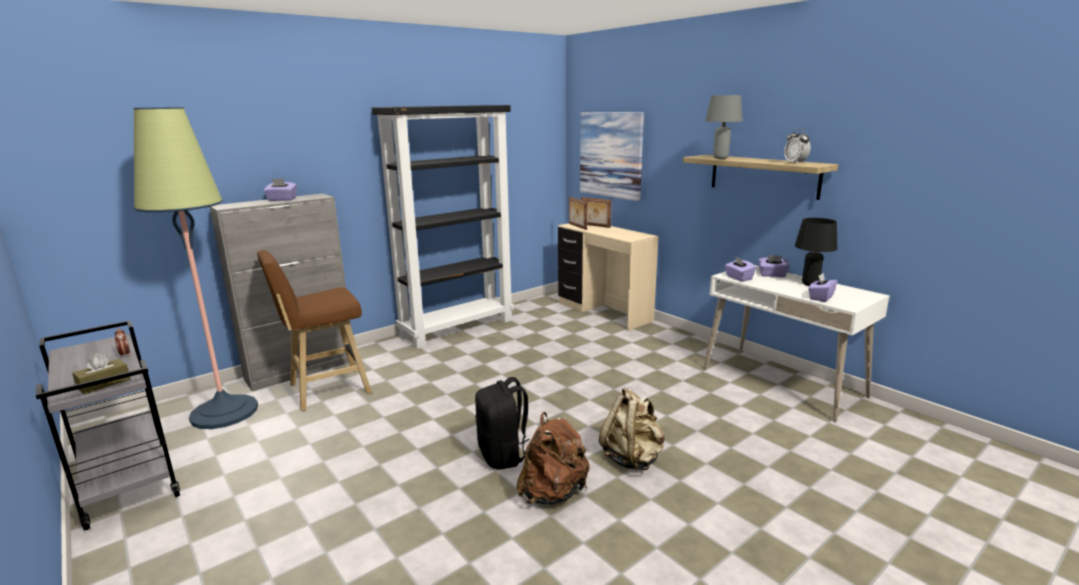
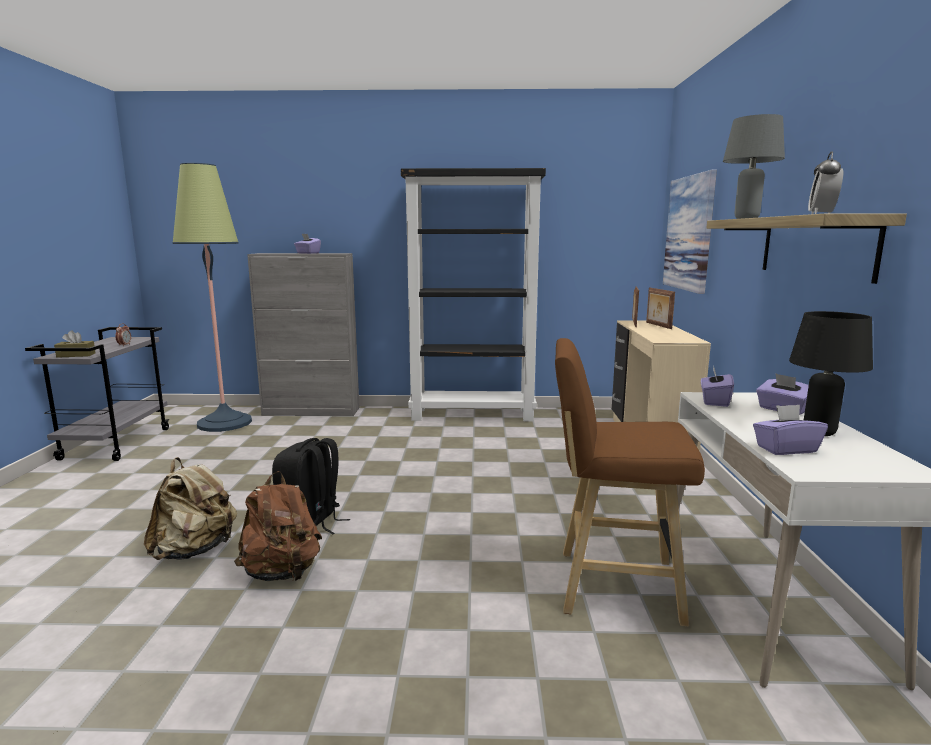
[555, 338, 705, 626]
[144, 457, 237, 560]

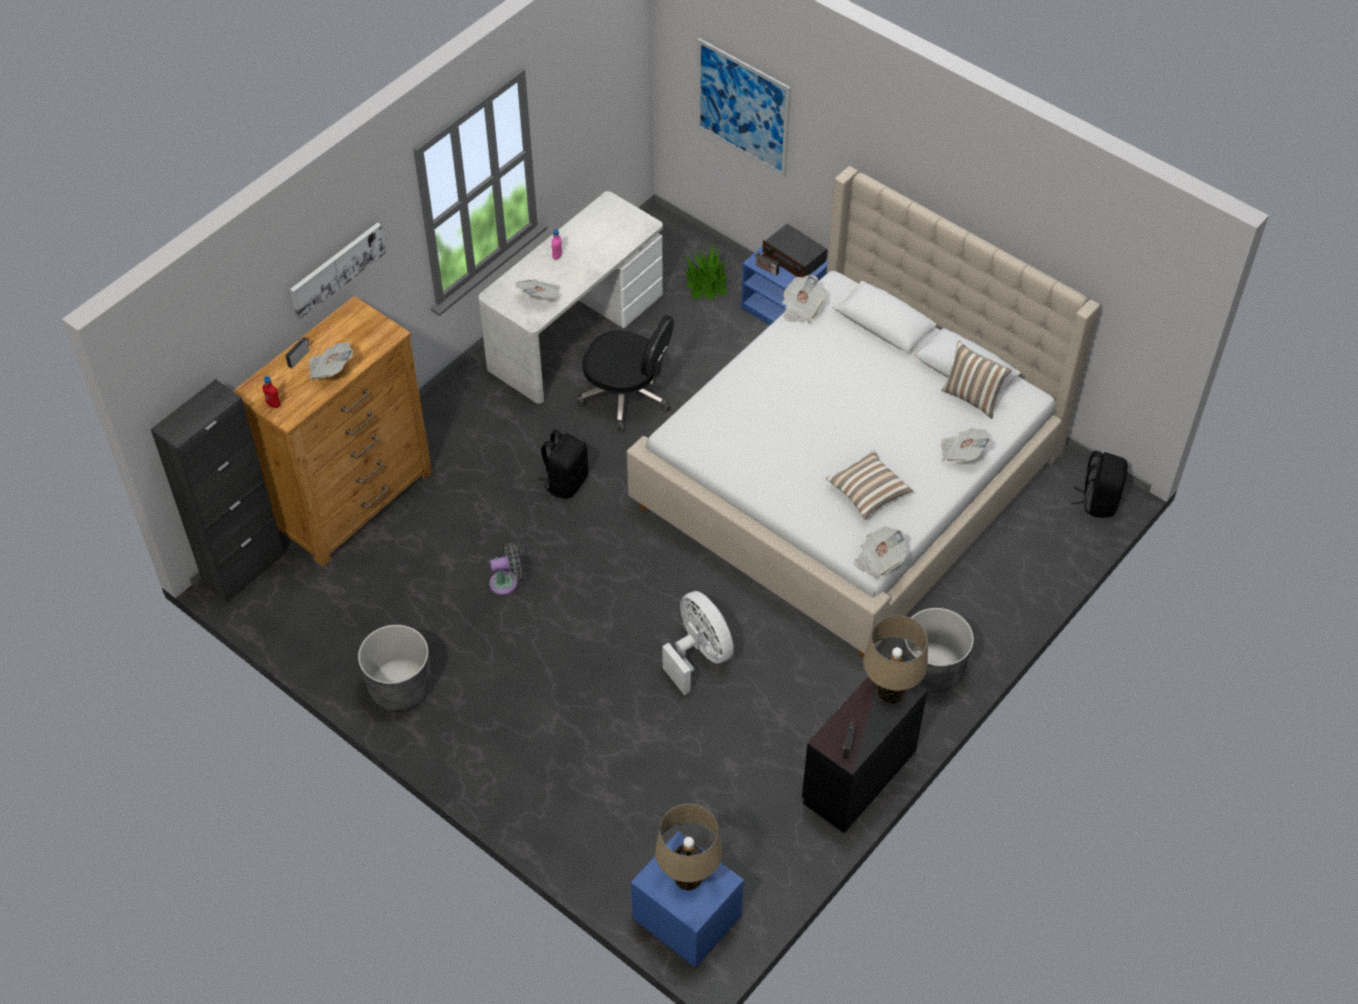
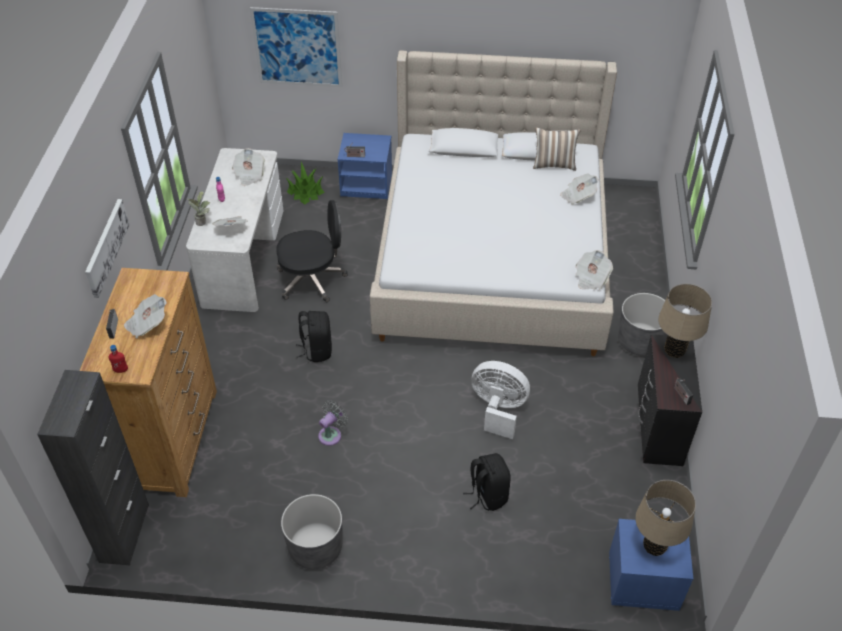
[762, 224, 827, 277] (first image)
[232, 148, 265, 186]
[826, 450, 914, 519] (first image)
[463, 453, 511, 511]
[188, 191, 210, 226]

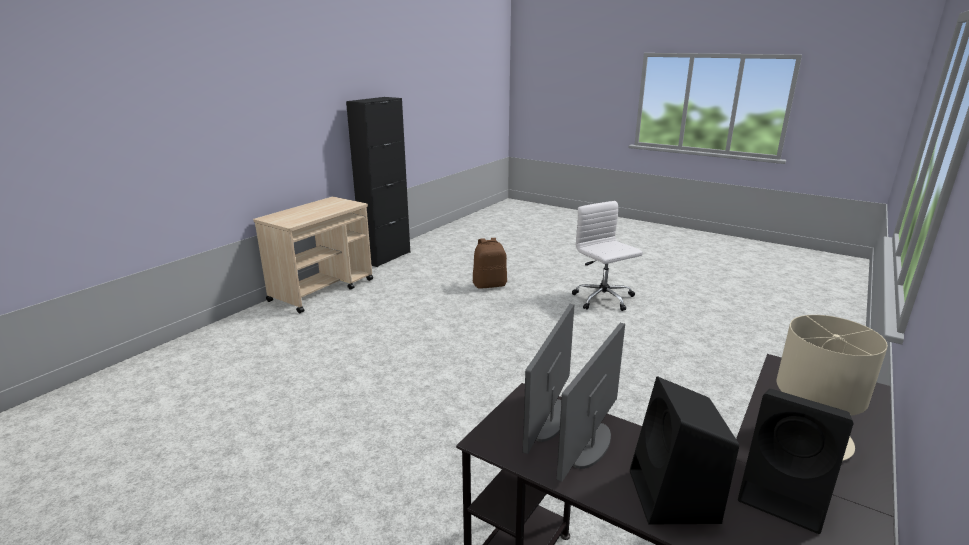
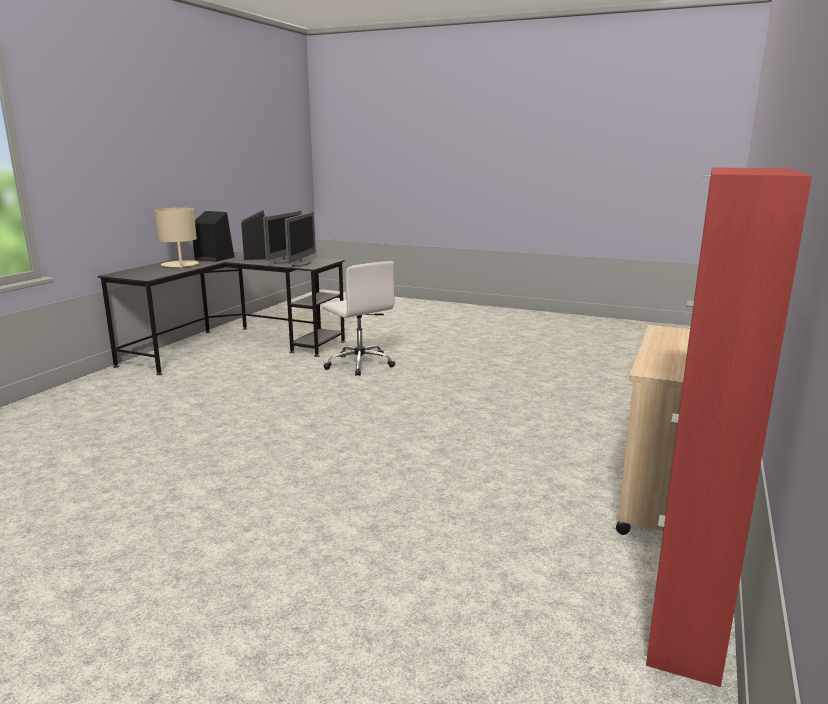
[646, 167, 812, 687]
[473, 238, 507, 289] (first image)
[322, 261, 395, 376]

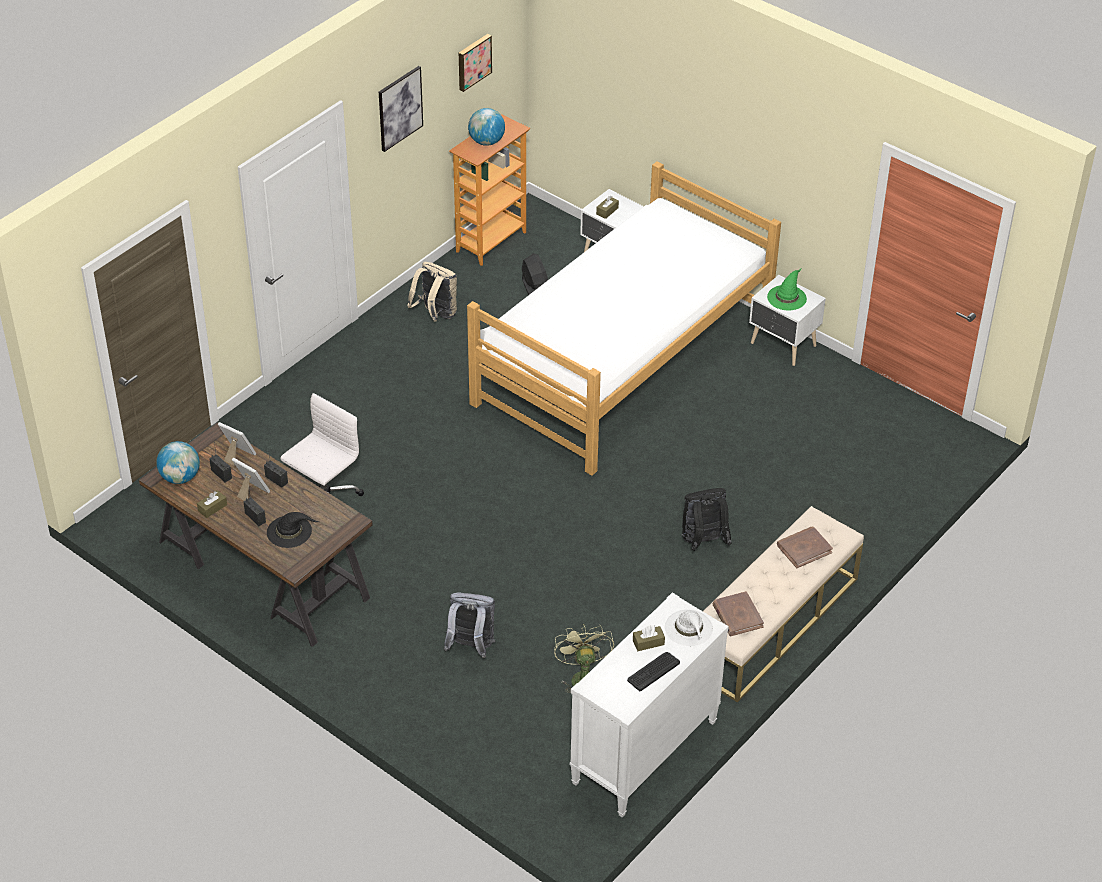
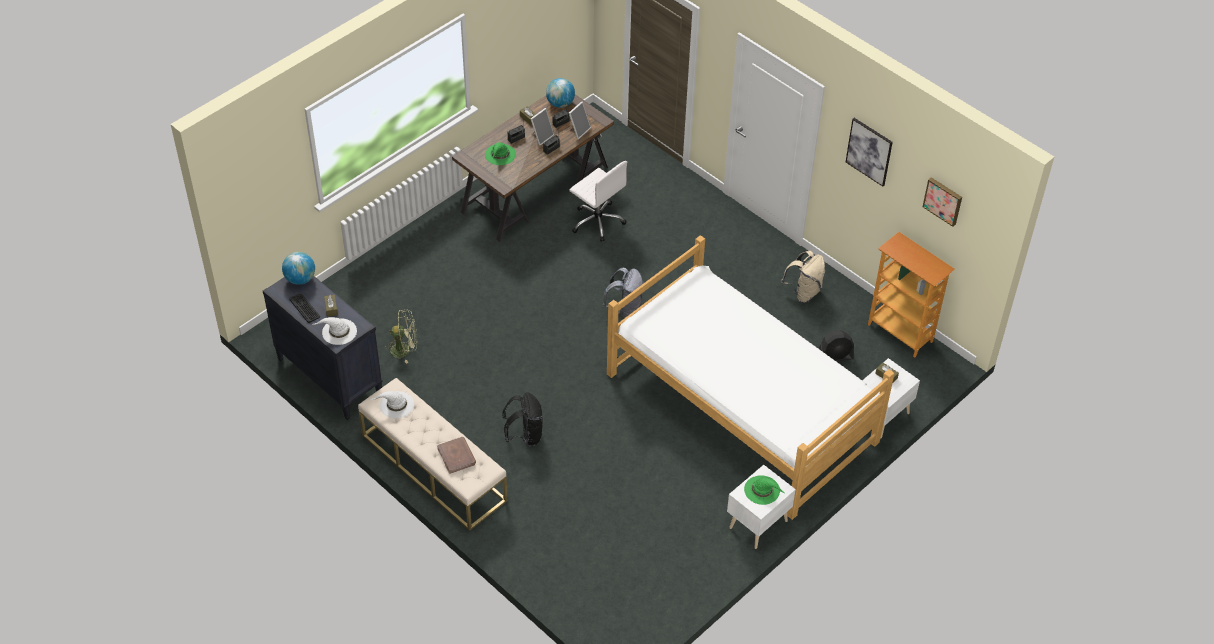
[485, 142, 516, 165]
[603, 267, 644, 319]
[282, 252, 315, 285]
[263, 276, 382, 420]
[371, 391, 414, 418]

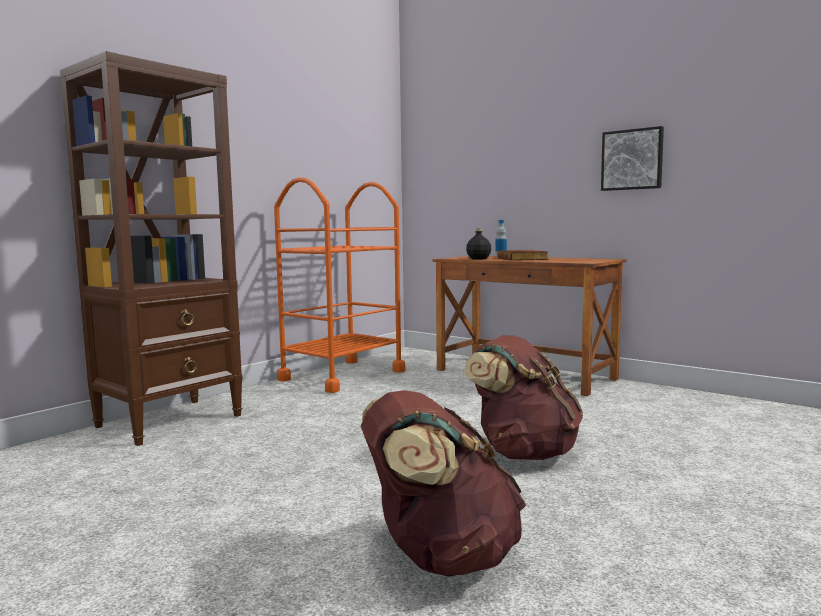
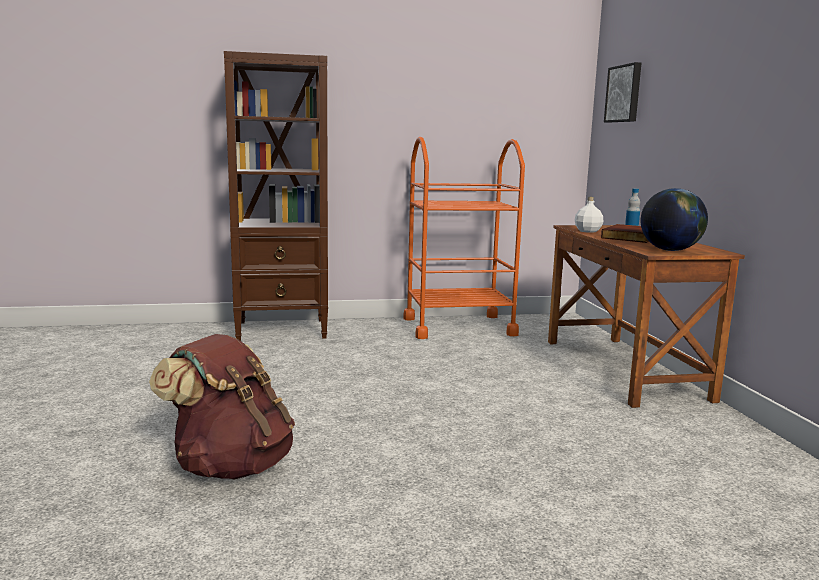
[464, 335, 583, 460] (first image)
[575, 197, 603, 233]
[604, 62, 641, 123]
[641, 188, 708, 251]

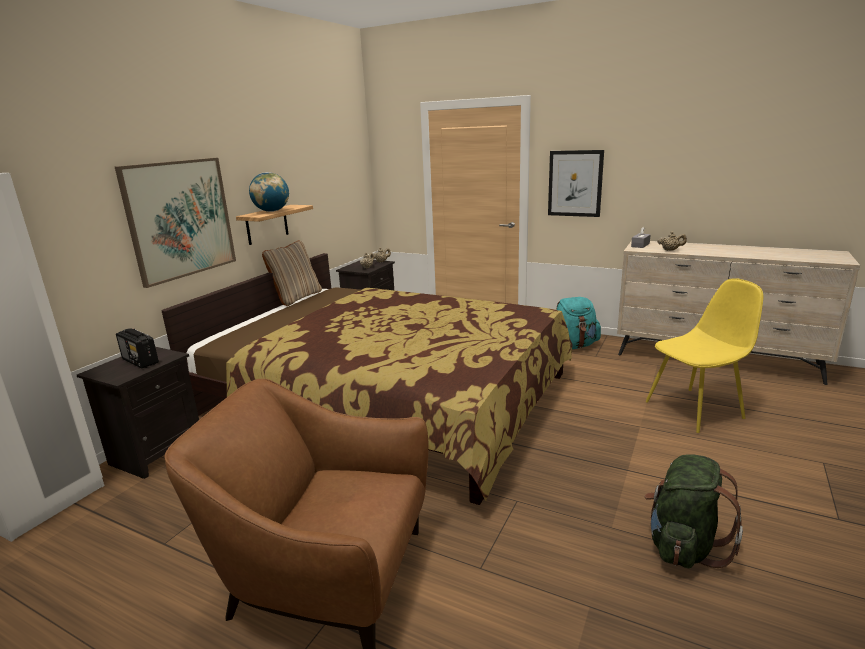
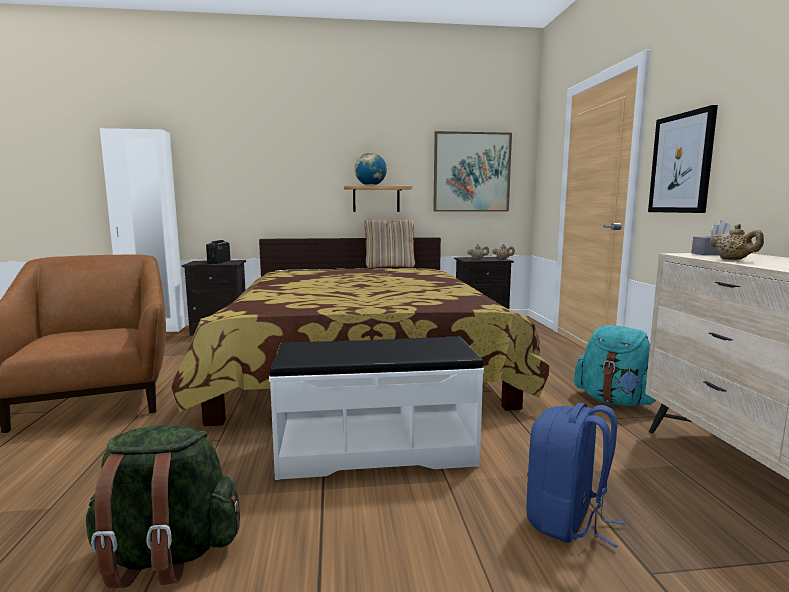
[433, 131, 512, 212]
[526, 403, 625, 548]
[269, 336, 484, 480]

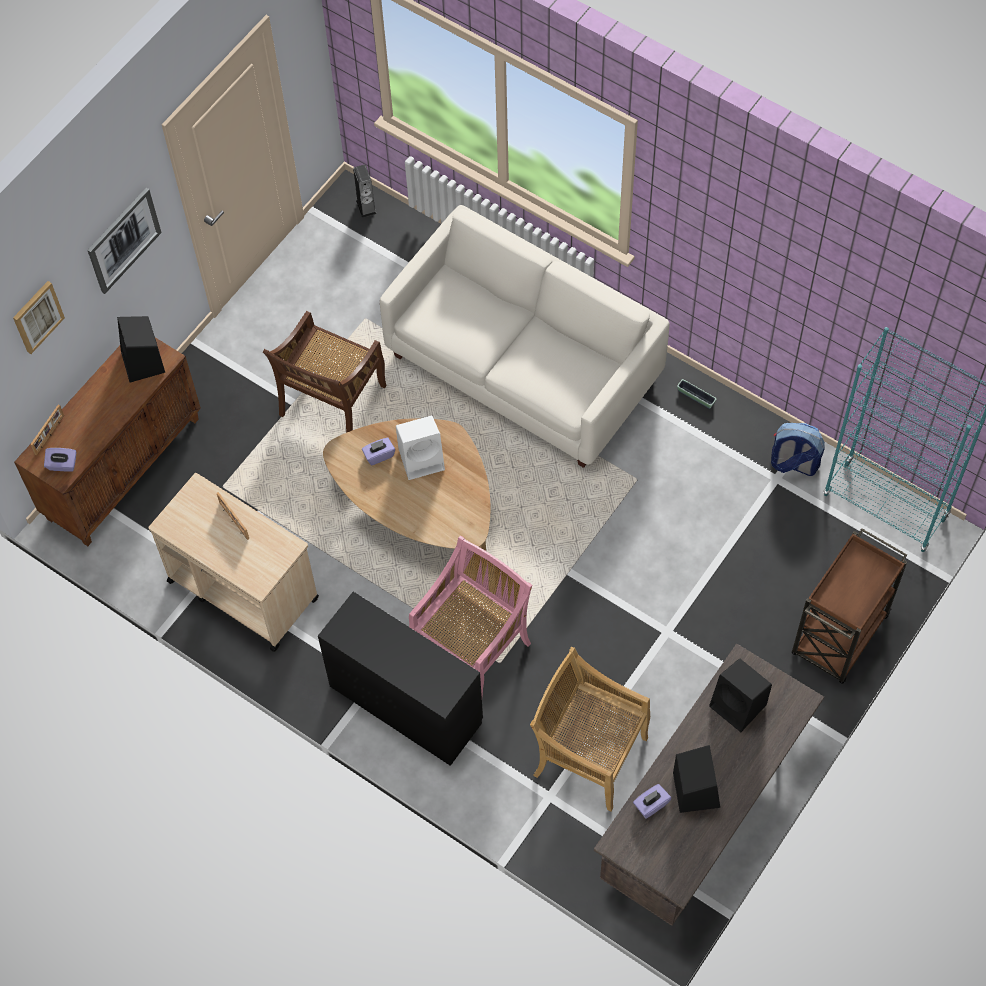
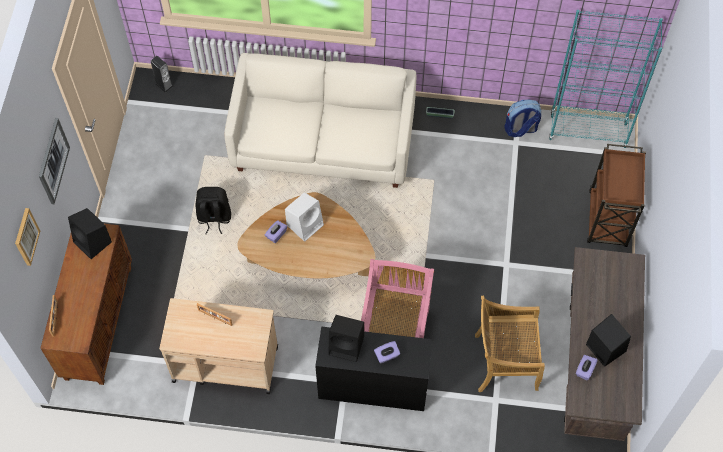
[374, 341, 400, 363]
[195, 187, 231, 234]
[328, 315, 364, 362]

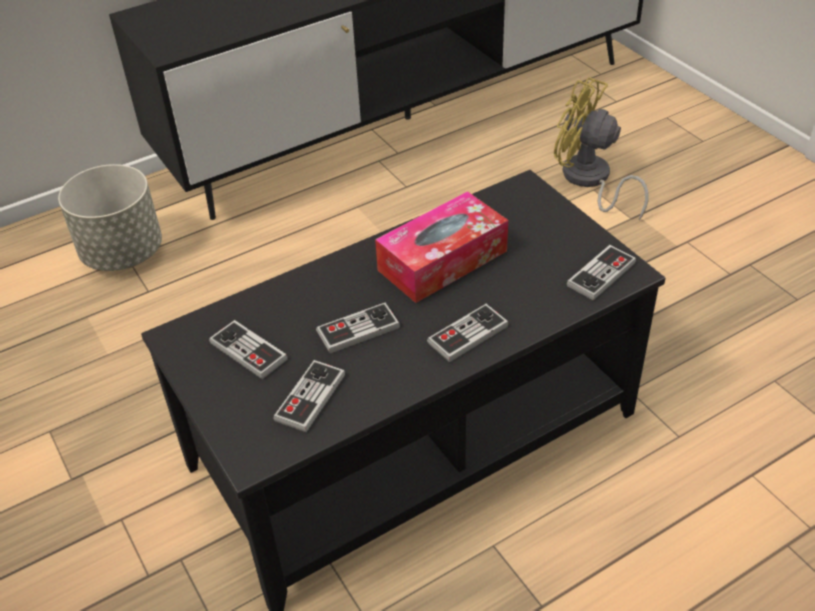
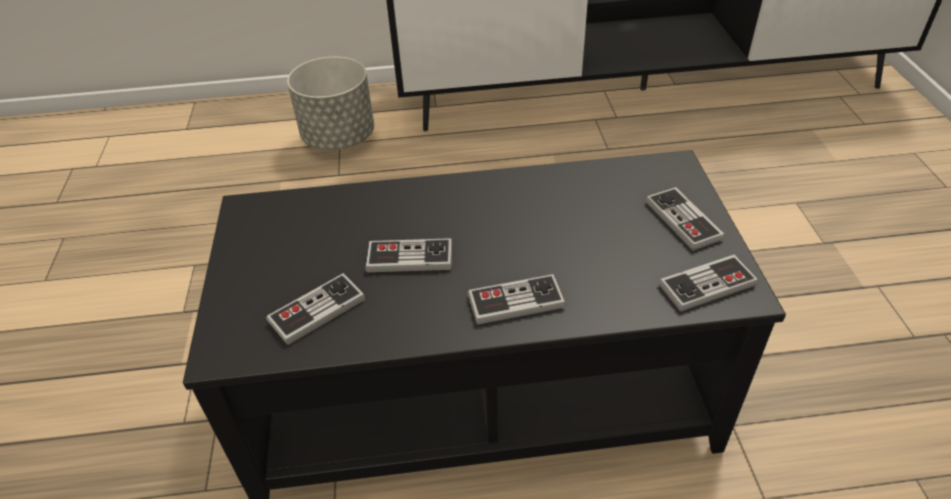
[646, 187, 724, 251]
[375, 191, 508, 303] (first image)
[554, 77, 649, 220] (first image)

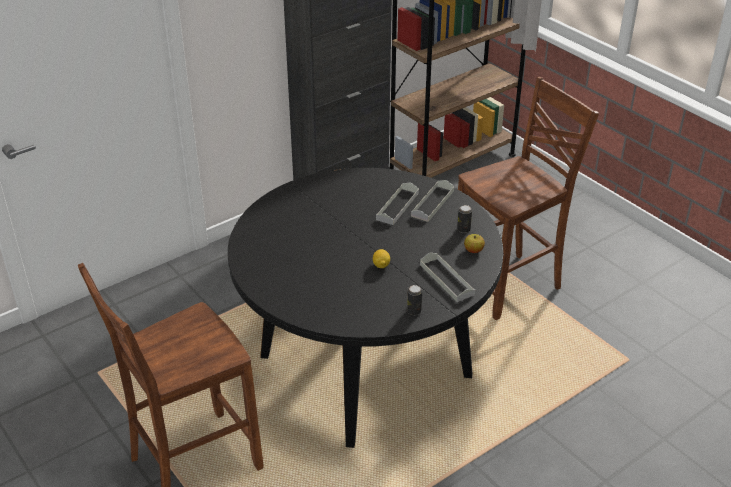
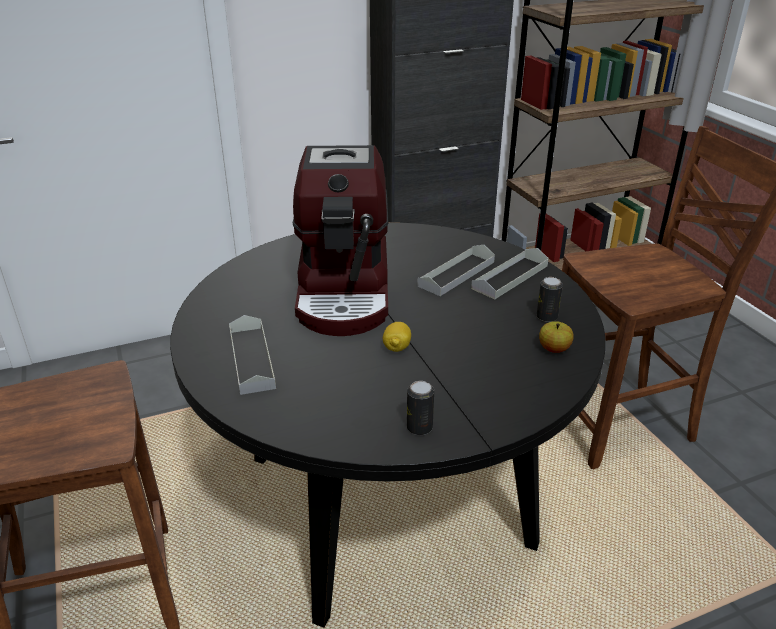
[229, 315, 276, 395]
[293, 145, 389, 336]

